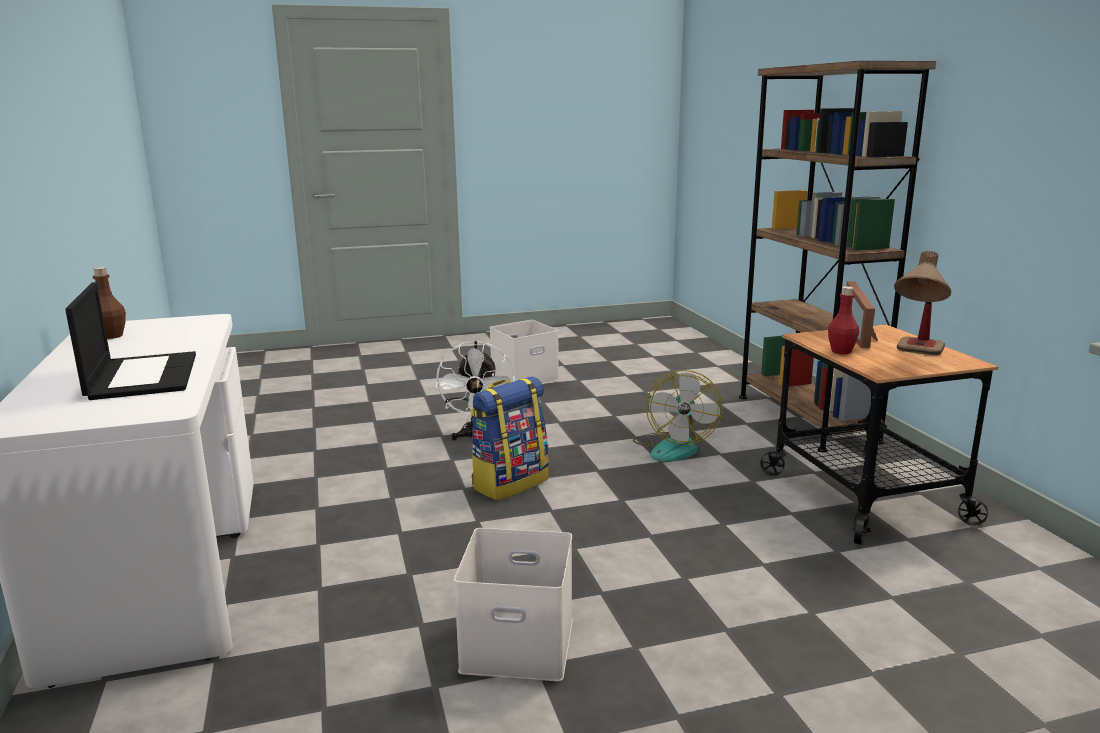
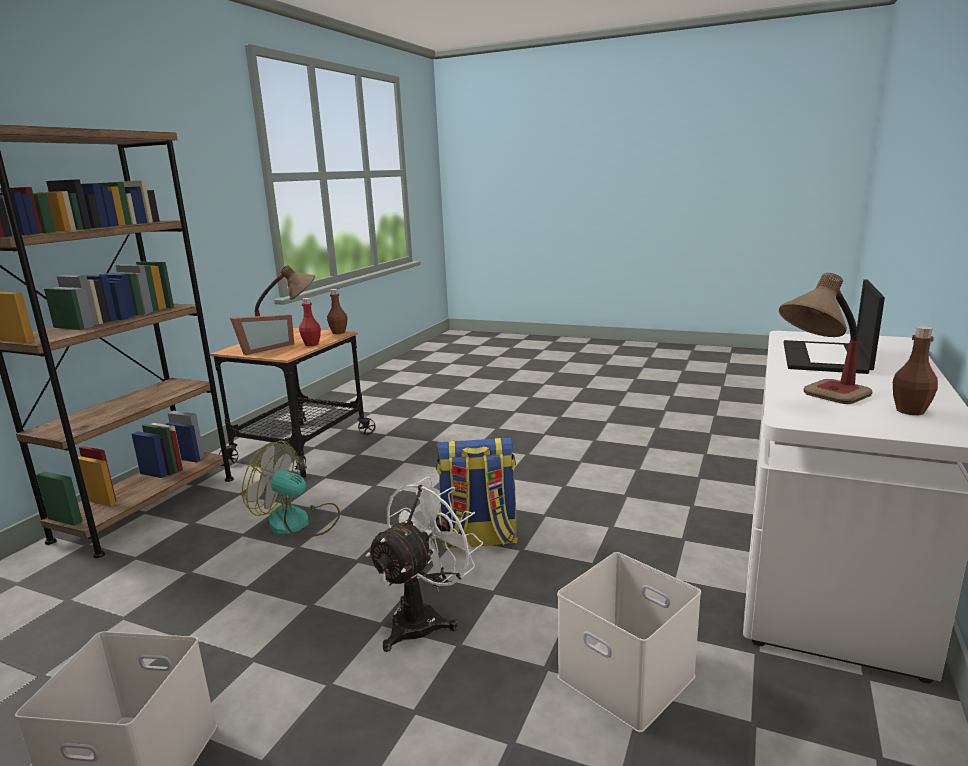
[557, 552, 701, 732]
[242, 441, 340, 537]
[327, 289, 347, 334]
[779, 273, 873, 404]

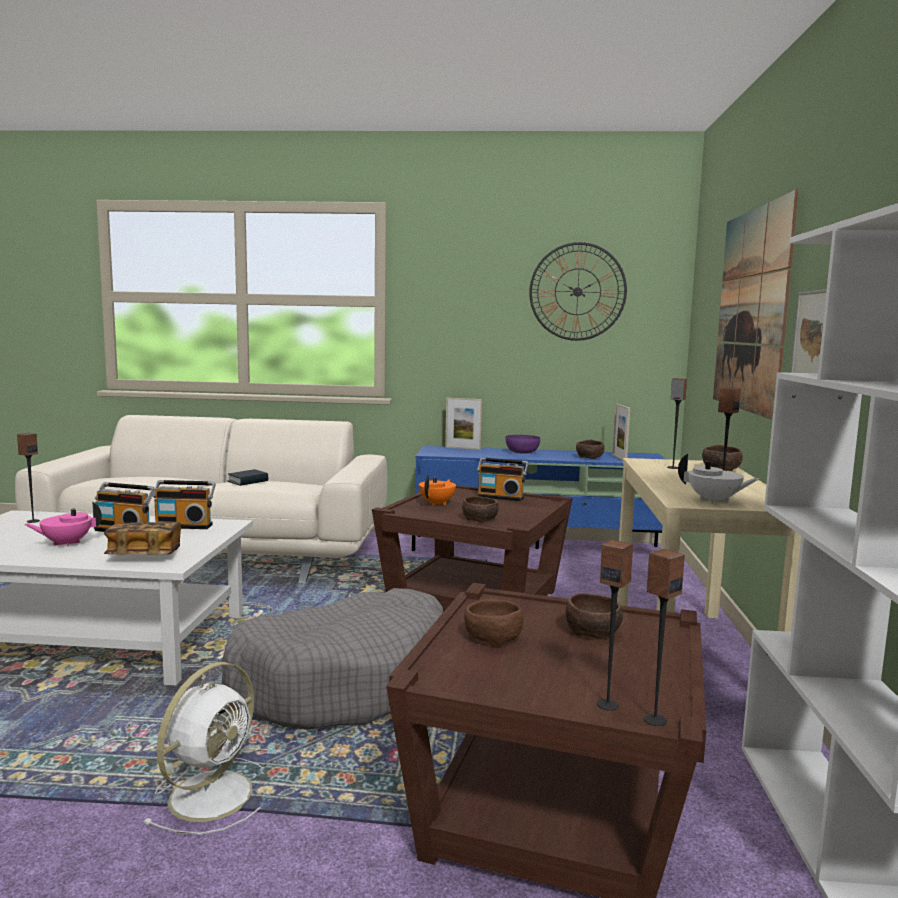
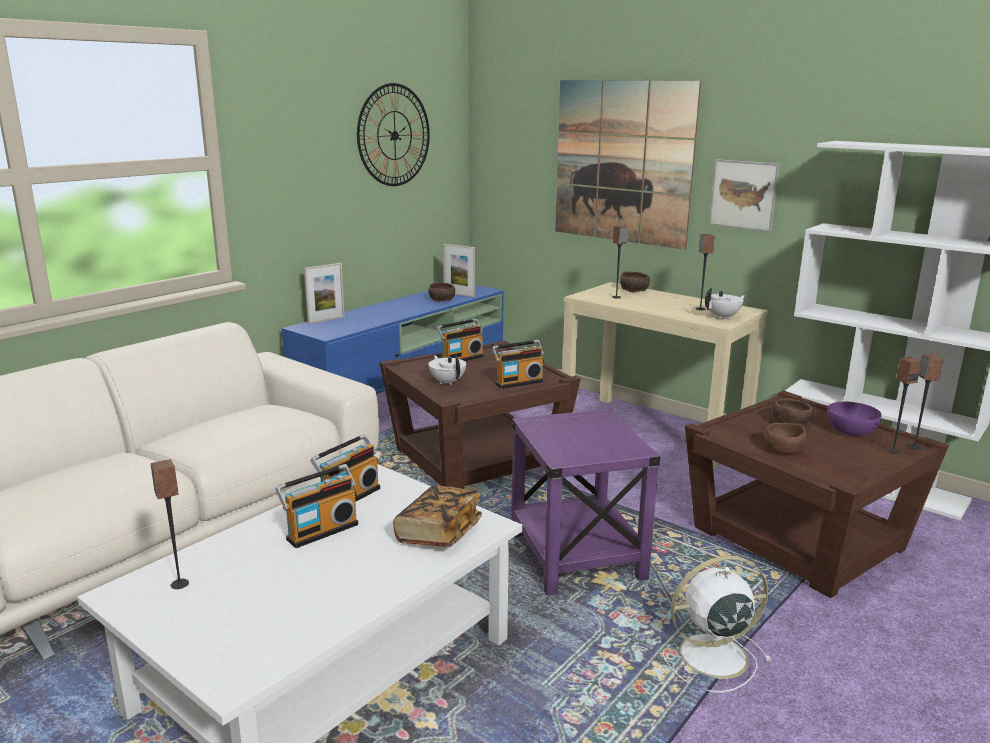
[24, 502, 102, 547] (first image)
[663, 556, 771, 693]
[511, 409, 660, 596]
[227, 469, 268, 486] (first image)
[428, 355, 466, 385]
[492, 340, 544, 389]
[827, 401, 881, 436]

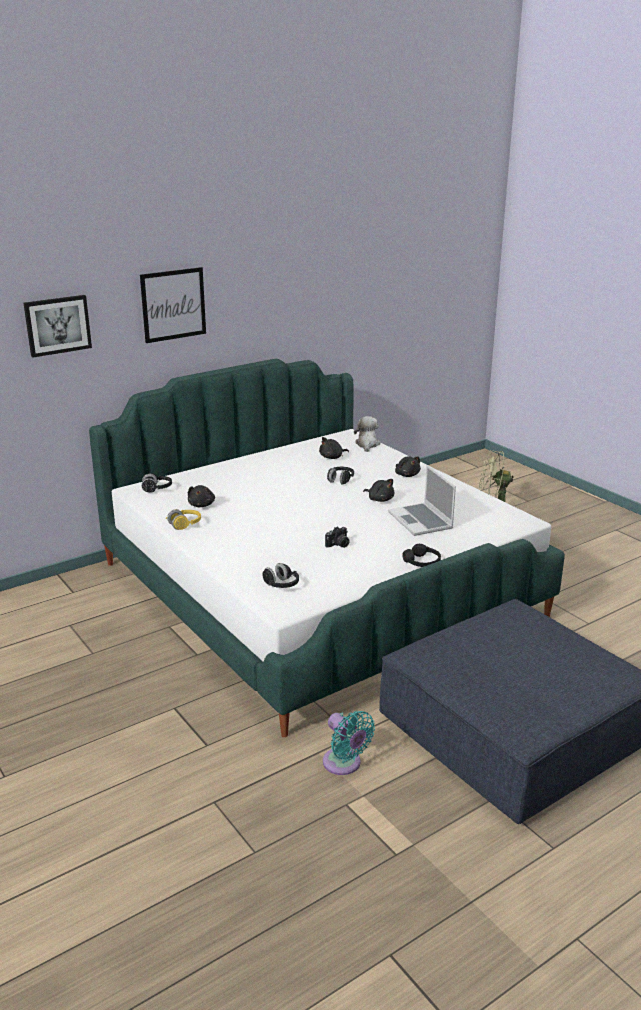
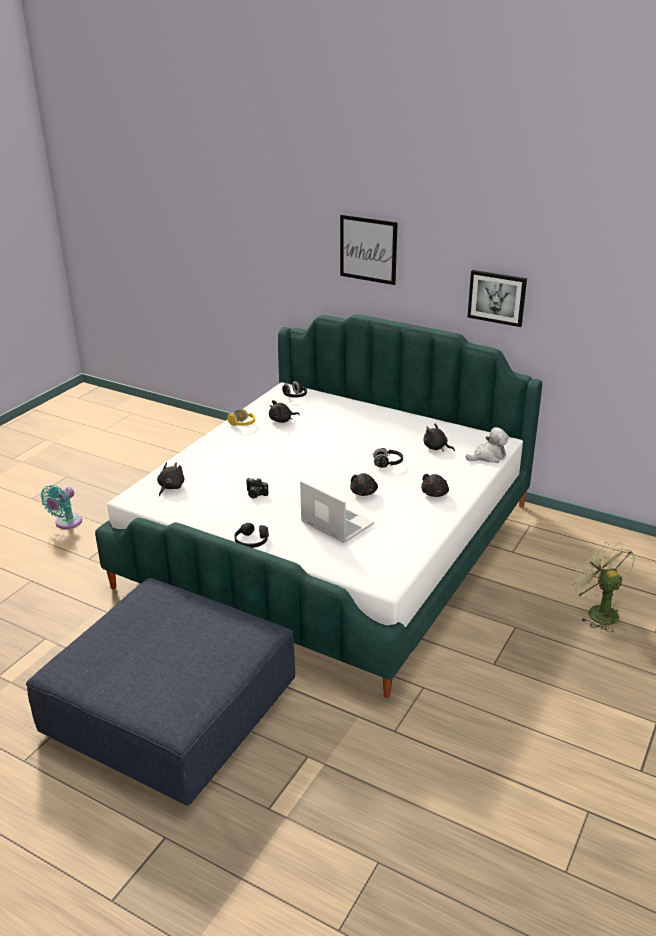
[468, 270, 527, 327]
[157, 462, 185, 496]
[41, 485, 82, 529]
[300, 481, 374, 543]

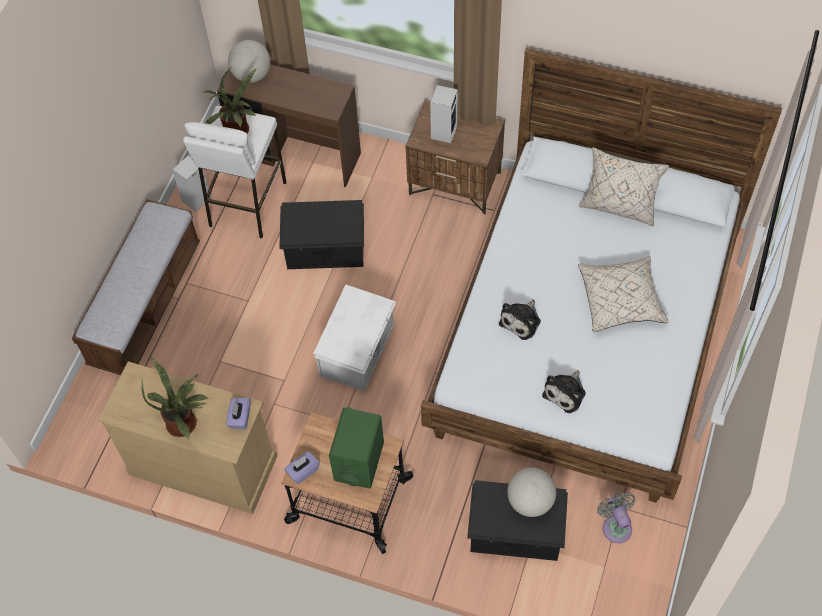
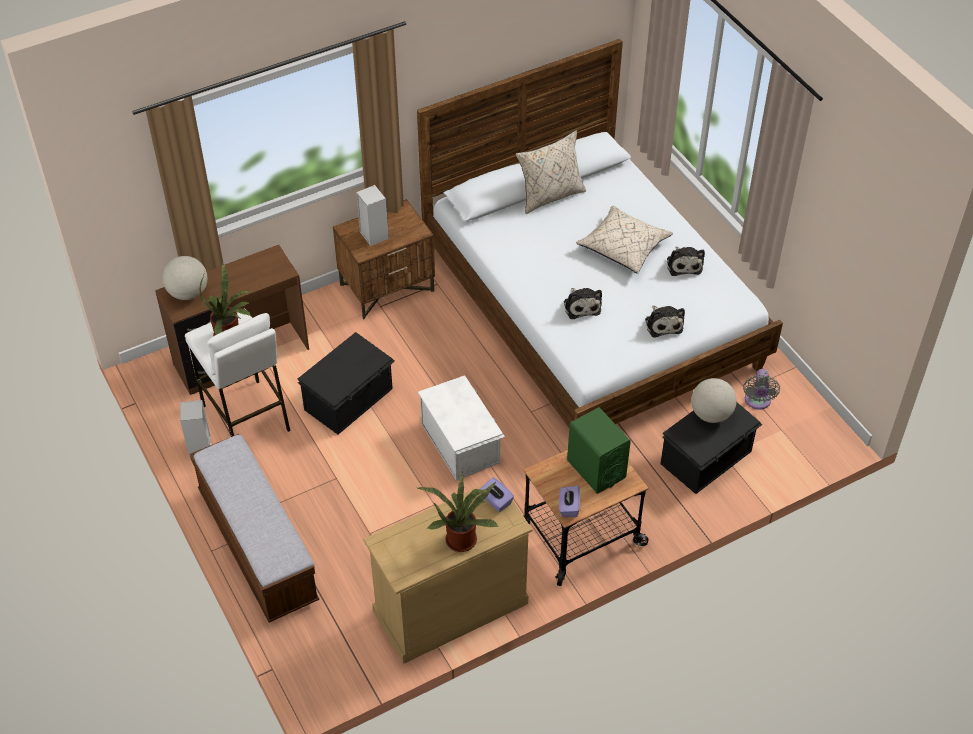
[743, 369, 780, 410]
[667, 247, 705, 276]

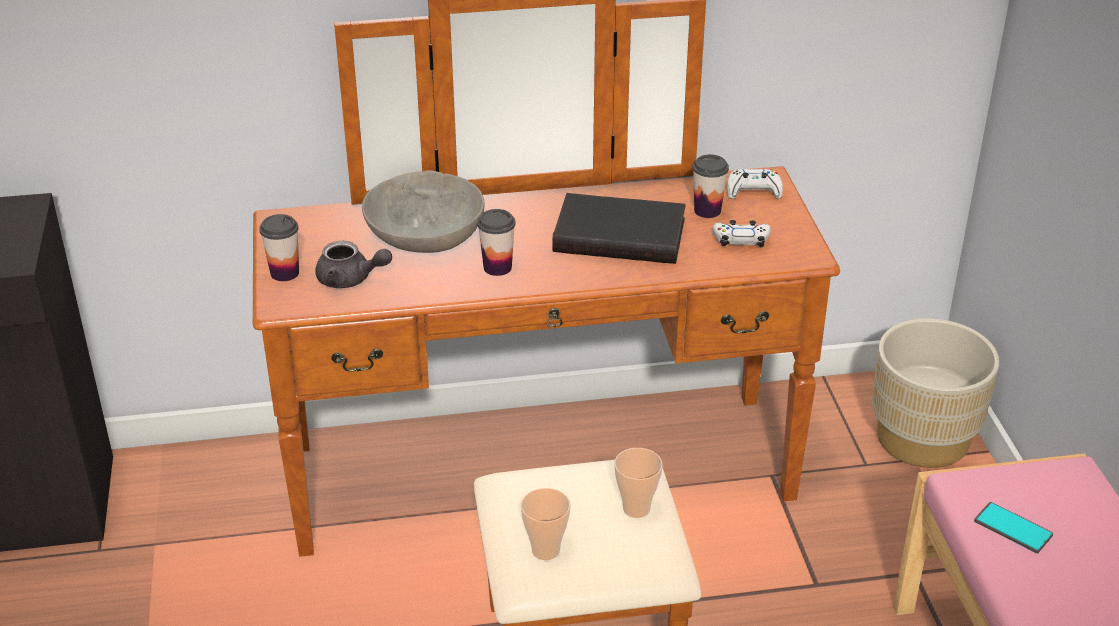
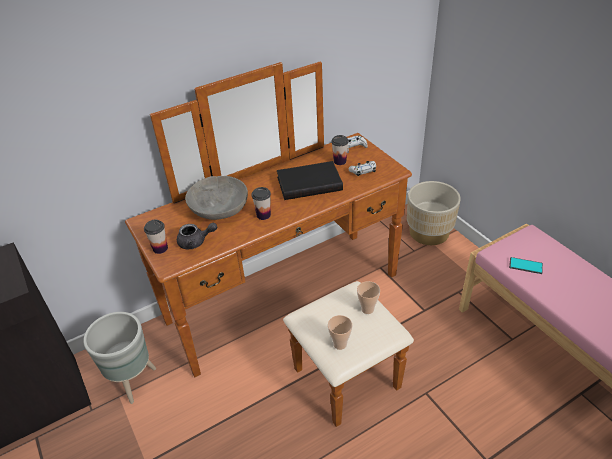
[83, 312, 156, 404]

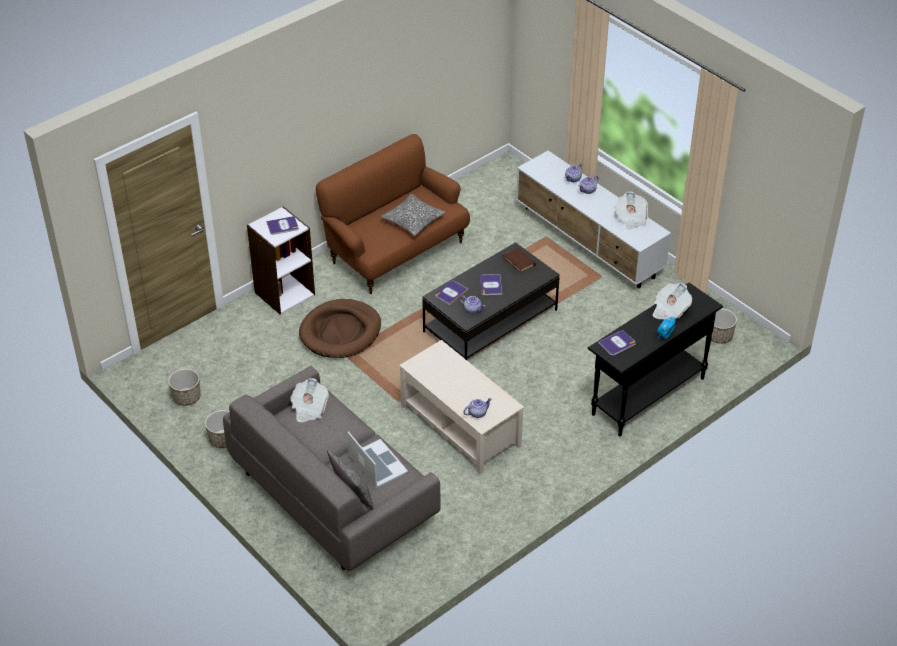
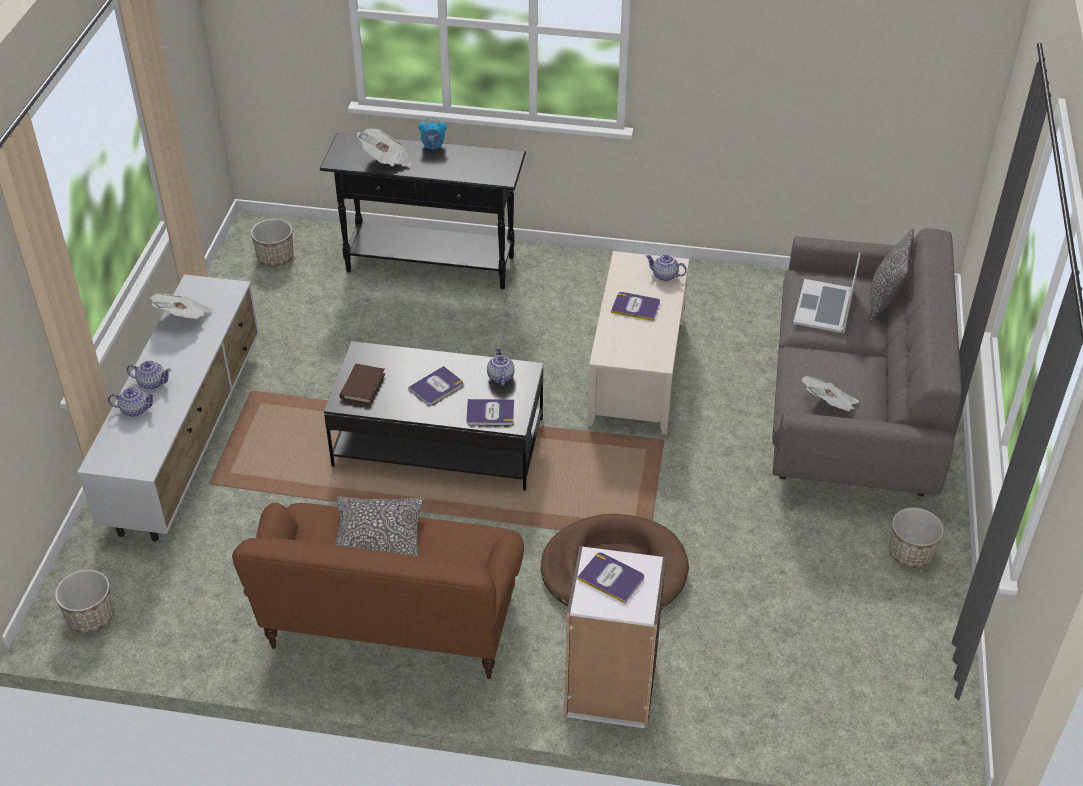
[55, 570, 114, 633]
[611, 292, 660, 321]

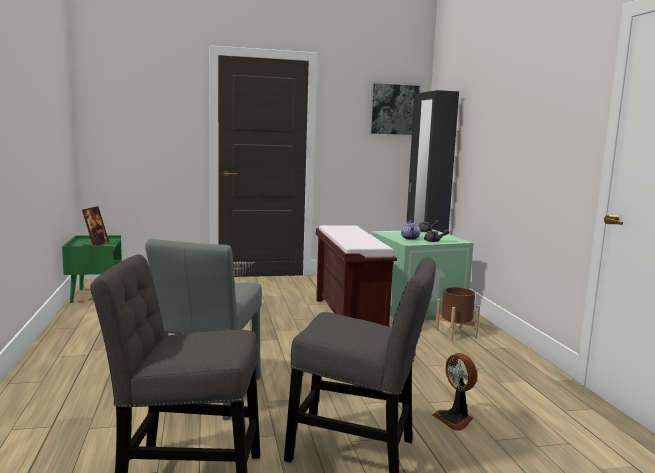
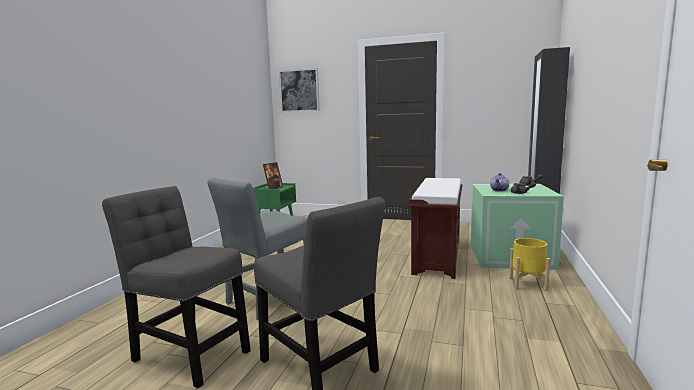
[279, 68, 320, 112]
[433, 353, 477, 431] (first image)
[509, 238, 550, 291]

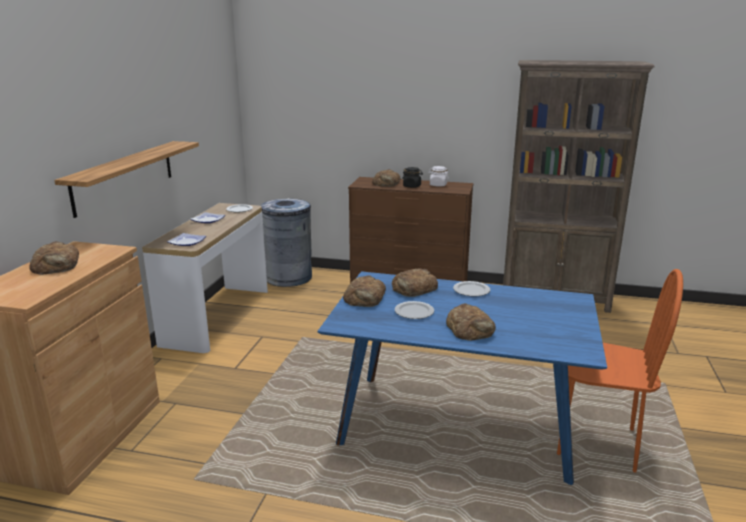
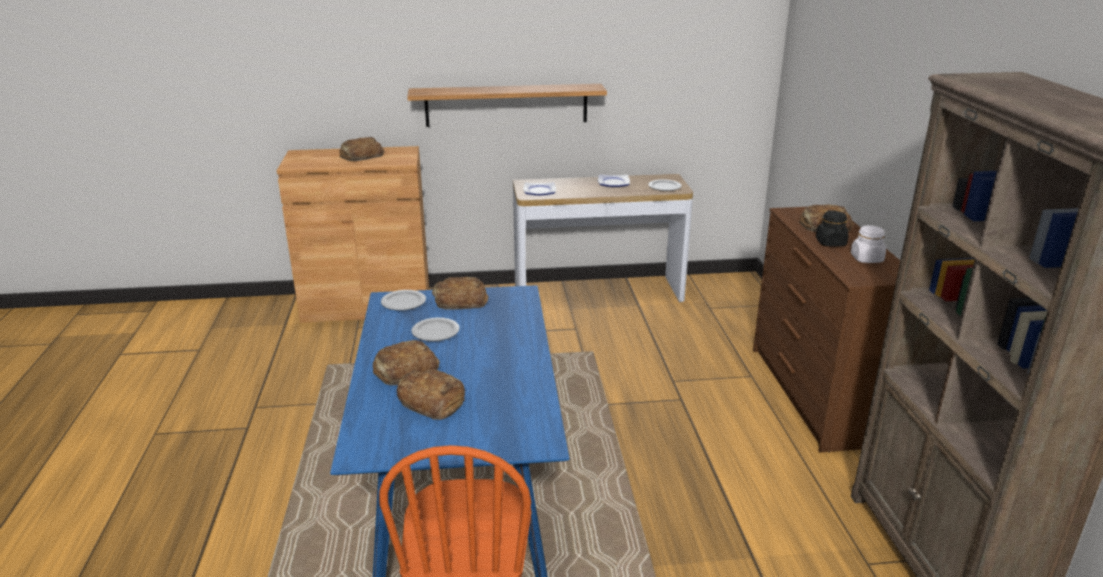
[261, 198, 312, 287] (first image)
[397, 369, 465, 420]
[381, 290, 426, 311]

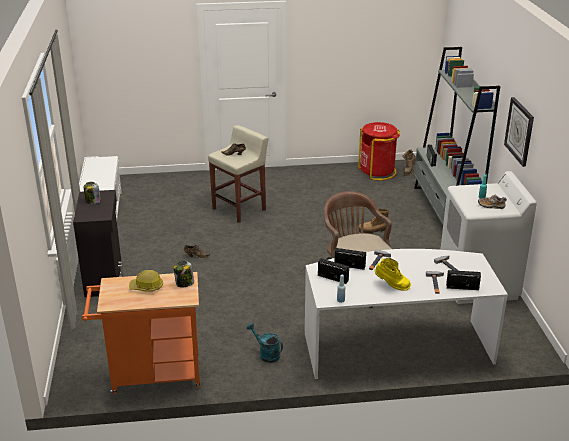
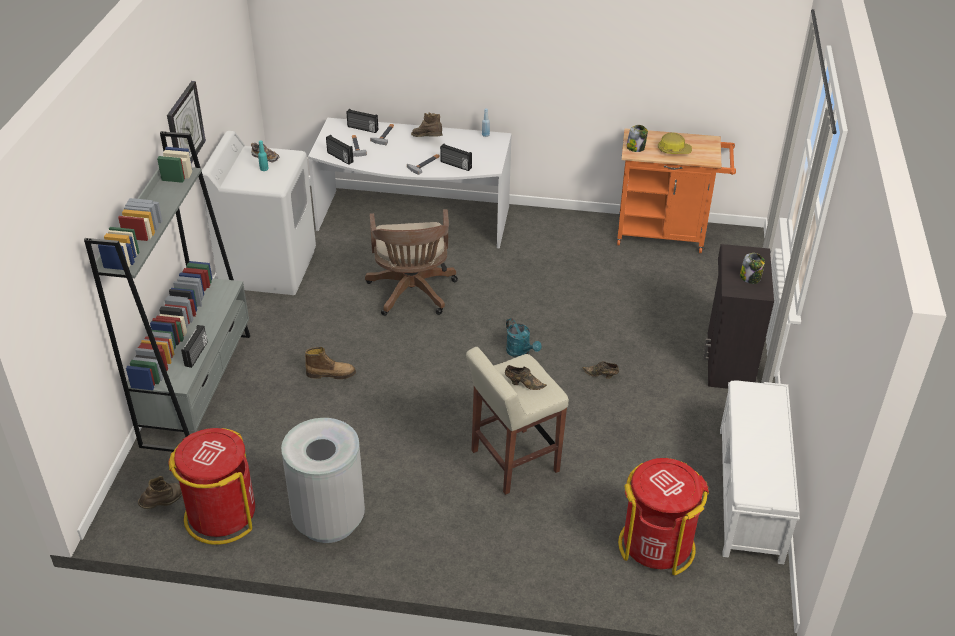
[506, 318, 542, 357]
[326, 135, 354, 165]
[411, 112, 443, 137]
[281, 418, 365, 543]
[618, 458, 709, 576]

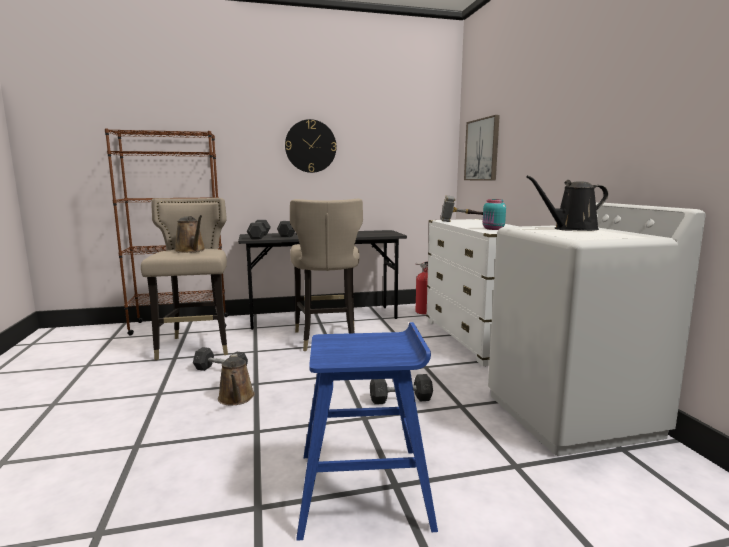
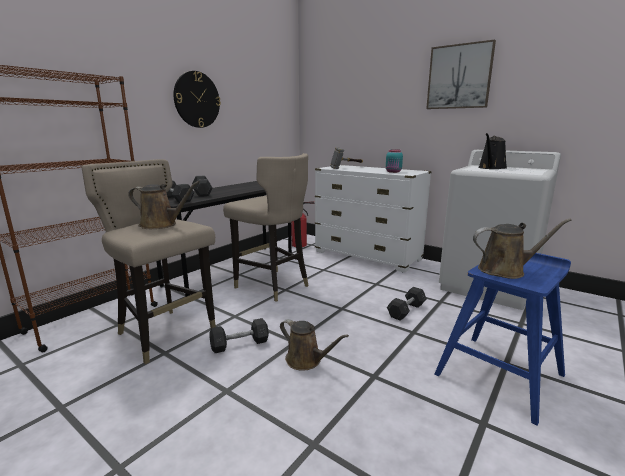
[426, 39, 496, 109]
[473, 219, 571, 279]

